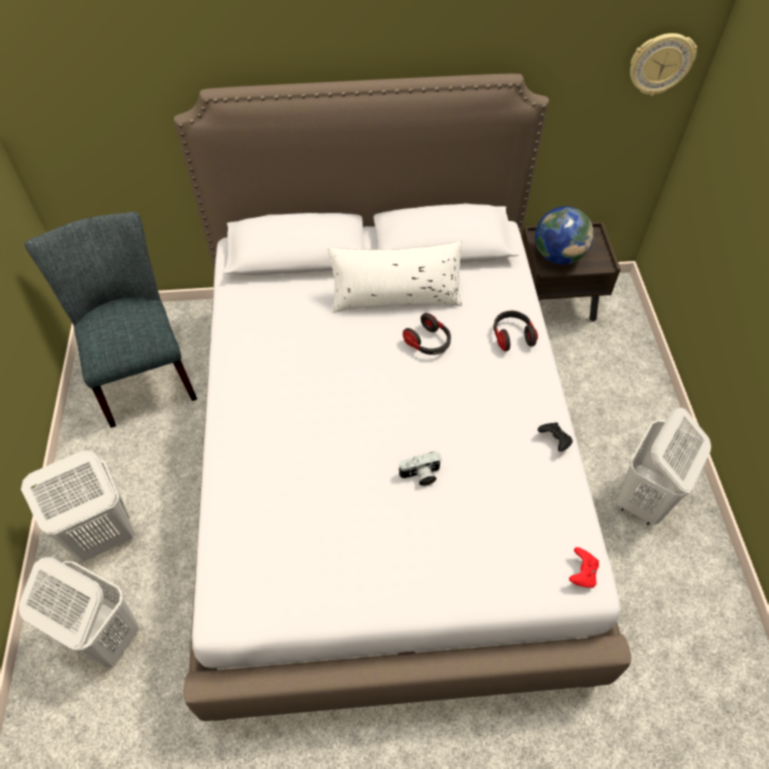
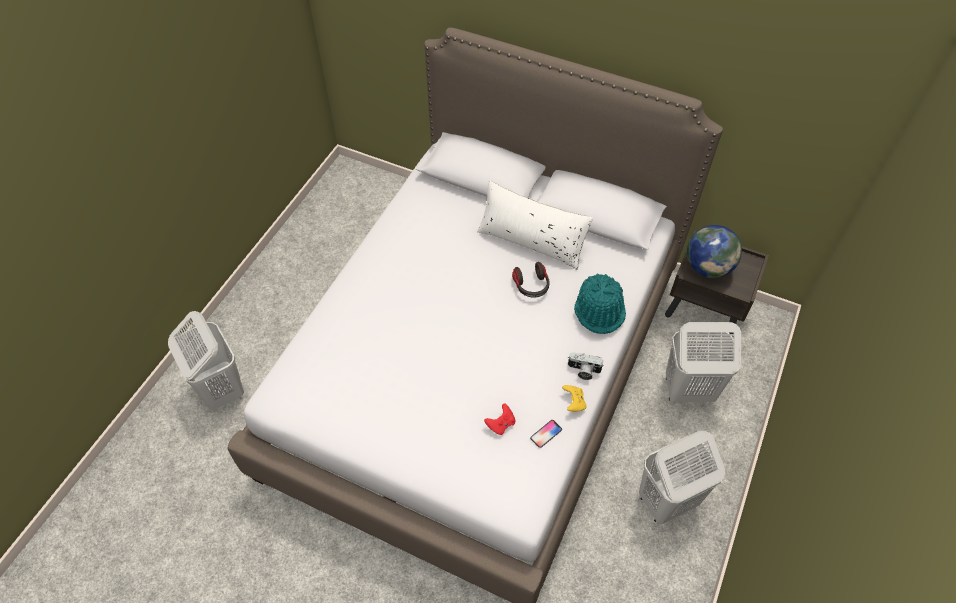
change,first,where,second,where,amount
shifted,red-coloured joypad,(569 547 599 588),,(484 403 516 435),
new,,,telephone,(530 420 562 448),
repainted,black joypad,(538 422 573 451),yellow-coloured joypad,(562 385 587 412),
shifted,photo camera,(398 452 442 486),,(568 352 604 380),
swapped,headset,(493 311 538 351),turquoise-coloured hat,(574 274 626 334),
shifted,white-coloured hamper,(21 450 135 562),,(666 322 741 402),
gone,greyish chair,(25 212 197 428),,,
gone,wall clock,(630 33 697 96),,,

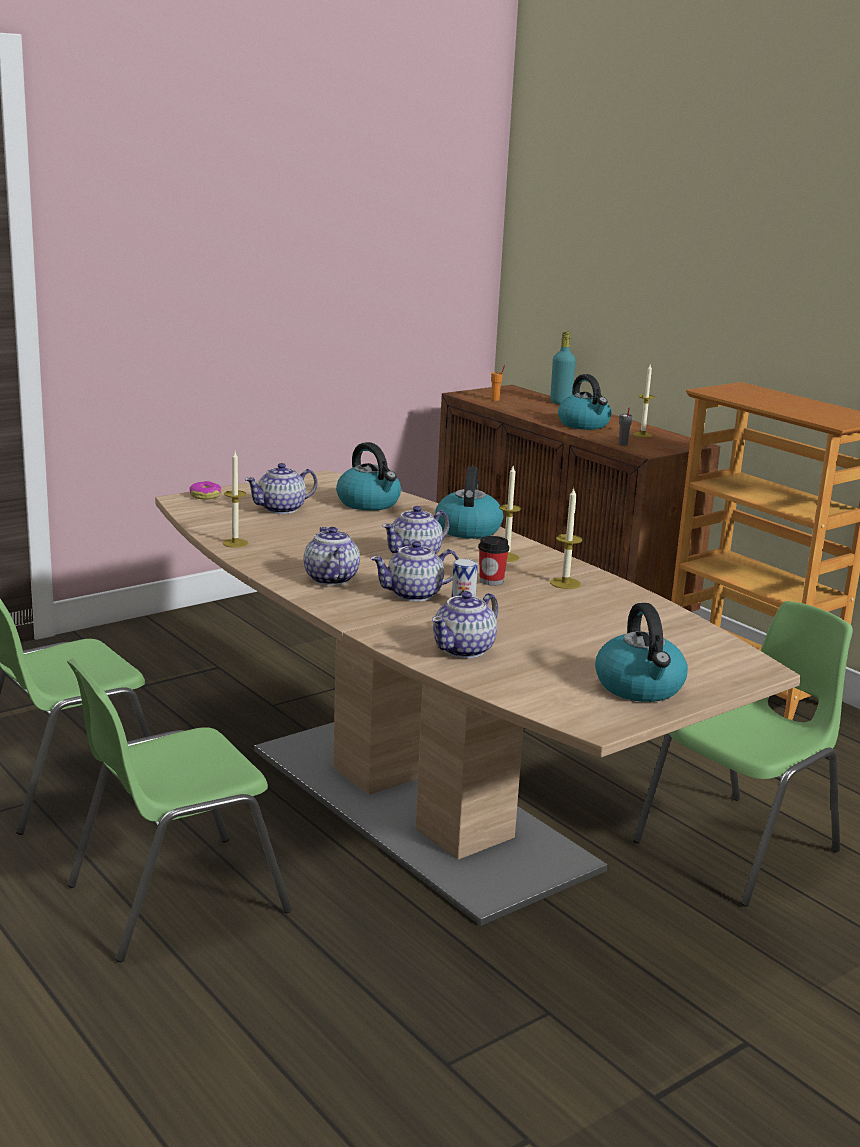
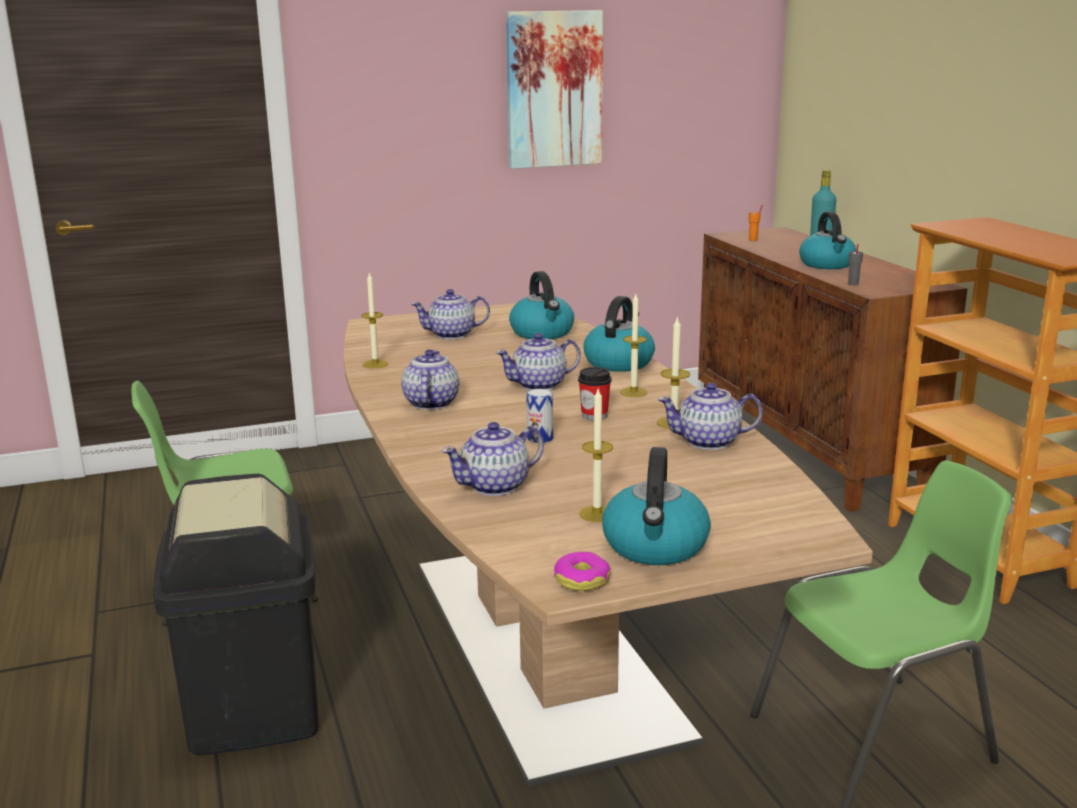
change,first,where,second,where,amount
swapped,greenish chair,(67 658 292 962),black waste bin,(153 474 318 756),
new,,,wall art,(506 10 603 169),
shifted,ring doughnut,(189 481 222 499),,(554 552 610 591),
shifted,candle,(633 364 655 438),,(580 389 613 522),
shifted,pot for tea,(370 541 459 602),,(657 383 763 450),

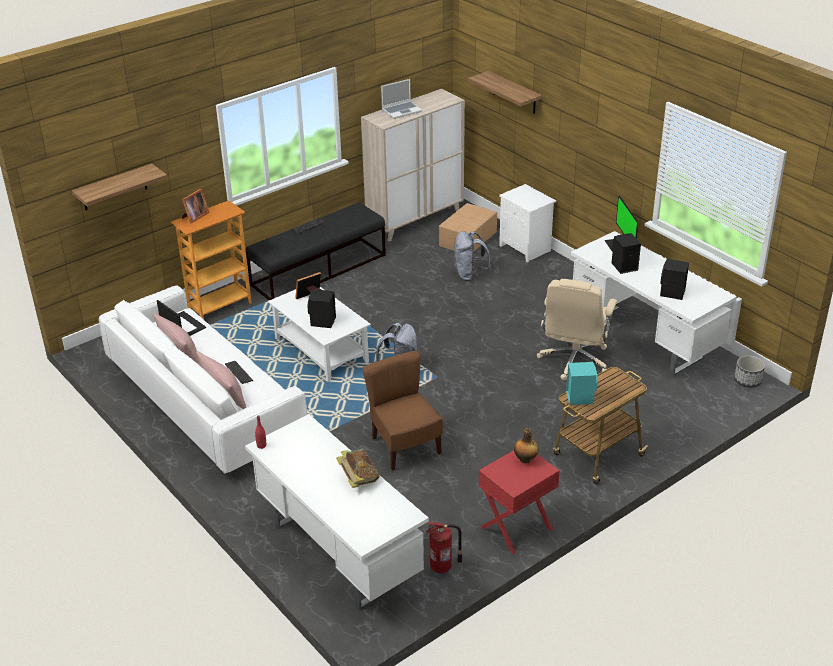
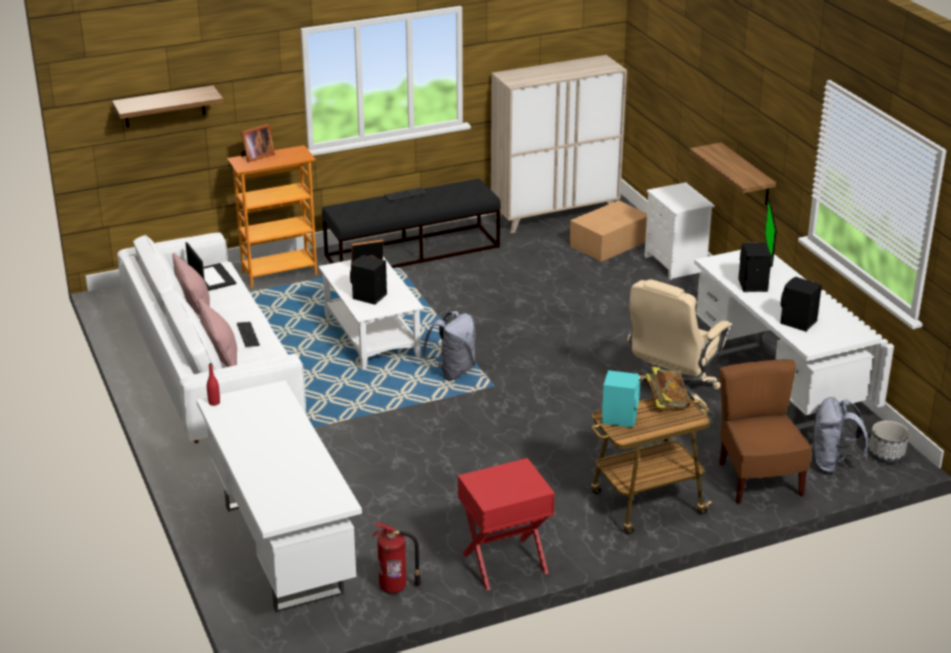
change,first,where,second,where,amount
shifted,bound book,(336 449 380 488),,(645 367 691 410),
shifted,bracket shelf,(468 71 542 114),,(689 143 776 206),
shifted,brownish chair,(362 351 443 470),,(719 360 812 504),
shifted,greyish knapsack,(454 231 491 281),,(811 397 868 474),
gone,laptop,(381 79 422 119),,,
gone,drink bottle,(514 428 538 463),,,

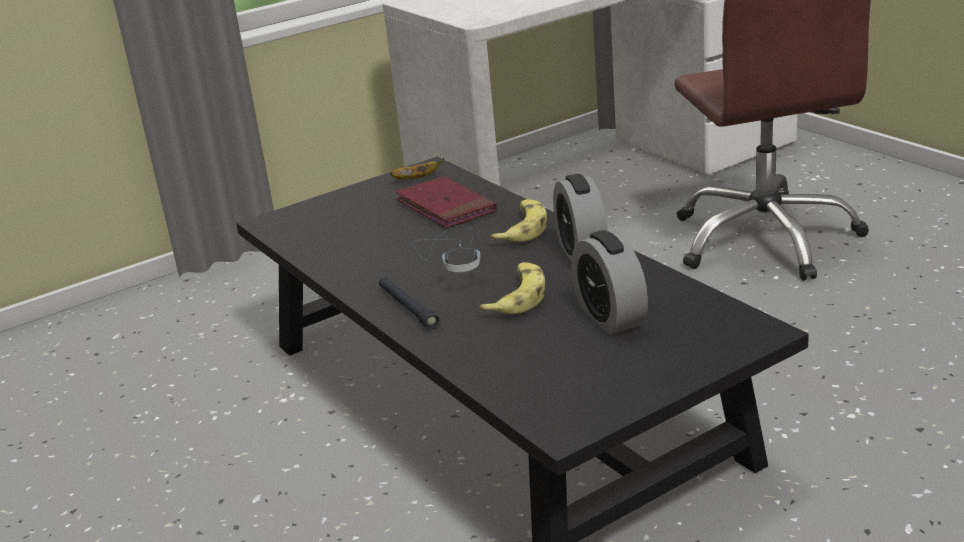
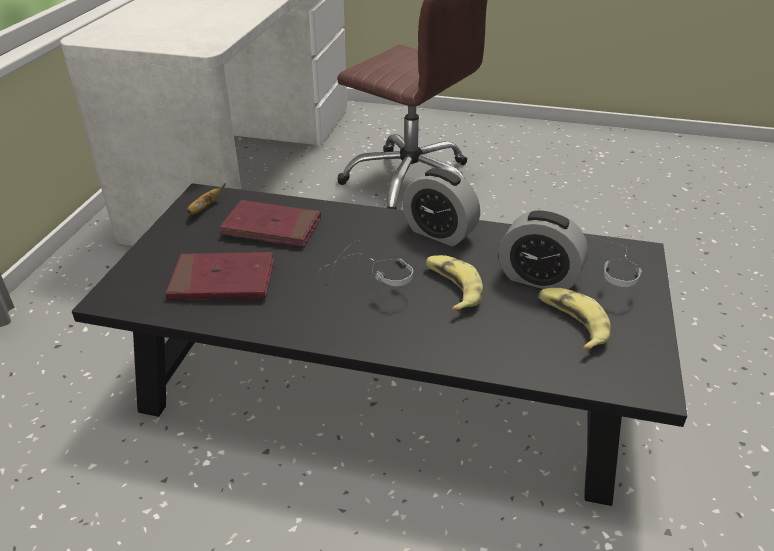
change,first,where,second,where,amount
new,,,red-coloured bound book,(165 252 274 300),
shifted,banana fruit,(490 199 547 242),,(538 288 611 351),
new,,,headset,(588 236 642 287),
gone,black hand torch,(379 277 440 330),,,

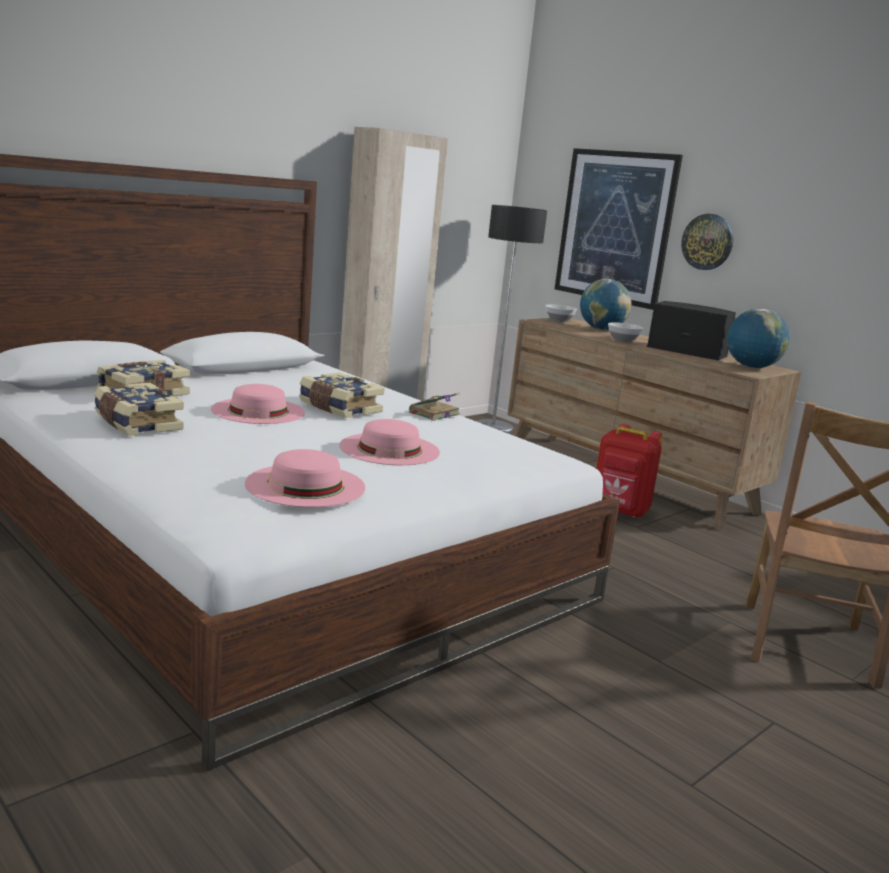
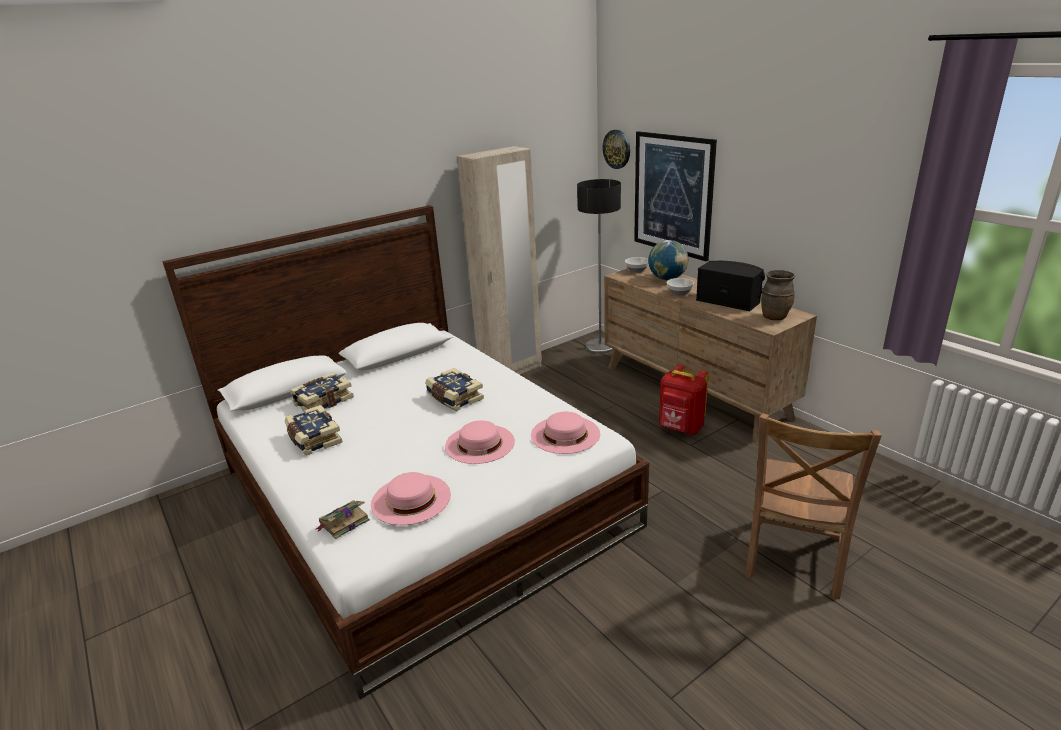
change,first,where,second,where,amount
shifted,bound book,(409 393 460 421),,(316 500 370 539),
shifted,pink hat,(211 384 305 424),,(531 412 600 454),
shifted,wall clock,(681 214 733 270),,(603 130 630 169),
swapped,globe,(727 309 790 368),brownish vase,(761 270 795 320),

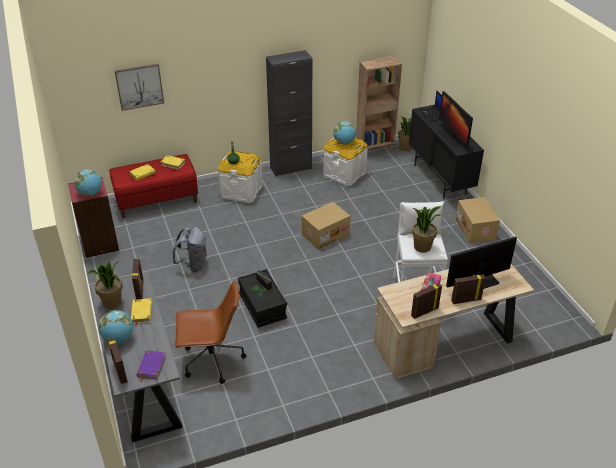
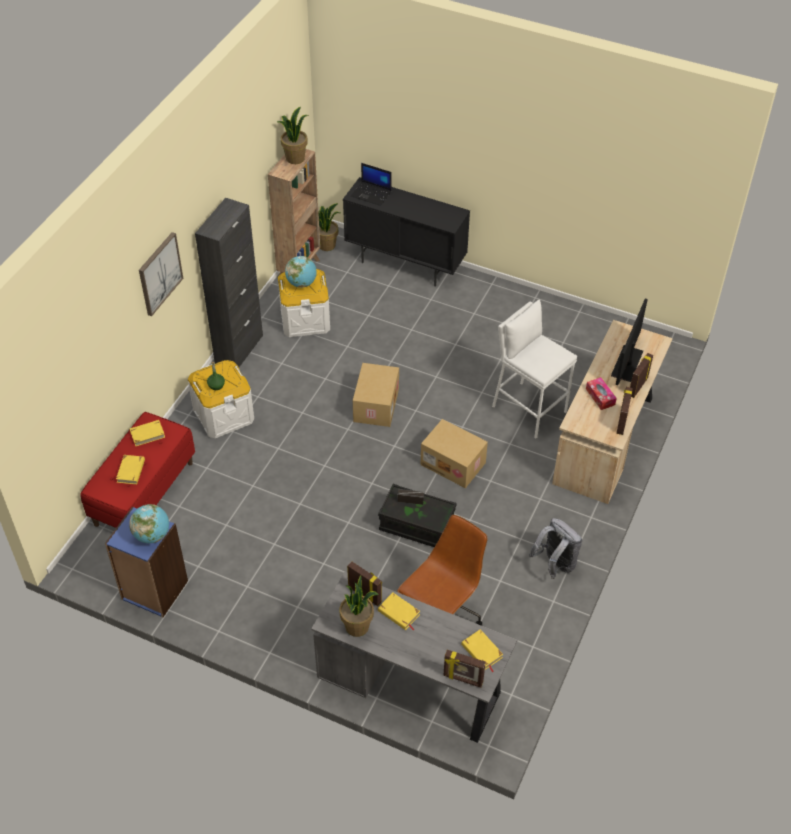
change,first,where,second,where,amount
repainted,red-coloured bookcase,(68 177 119 258),blue bookcase,(105 507 188 617),
shifted,wall art,(114 63 164 111),,(139 232 183 316),
shifted,houseplant,(412 206 442 253),,(277 107 309 164),
shifted,carton,(456 197 500 243),,(420 419 488 488),
repainted,purplish bound book,(137 351 166 382),yellow-coloured bound book,(461 629 503 672),
shifted,greyish knapsack,(173 227 207 272),,(529 518 582 579),
gone,globe,(99 310 133 344),,,
gone,computer display,(439 91 473 147),,,

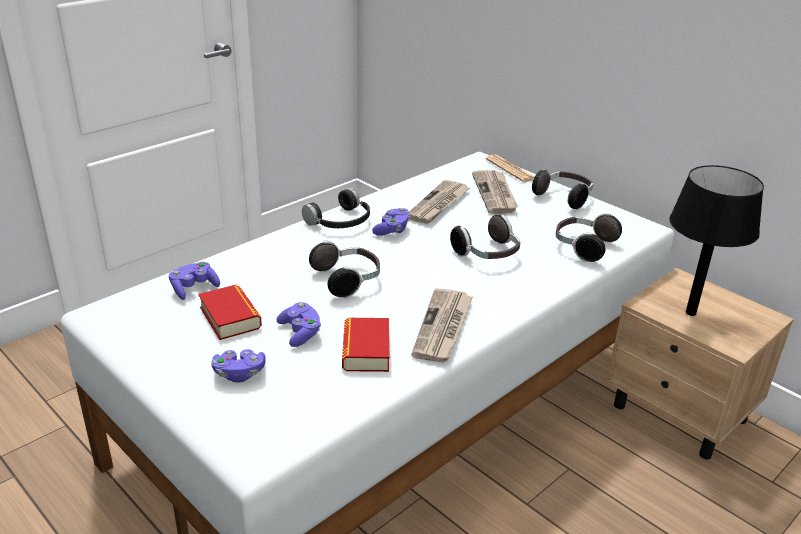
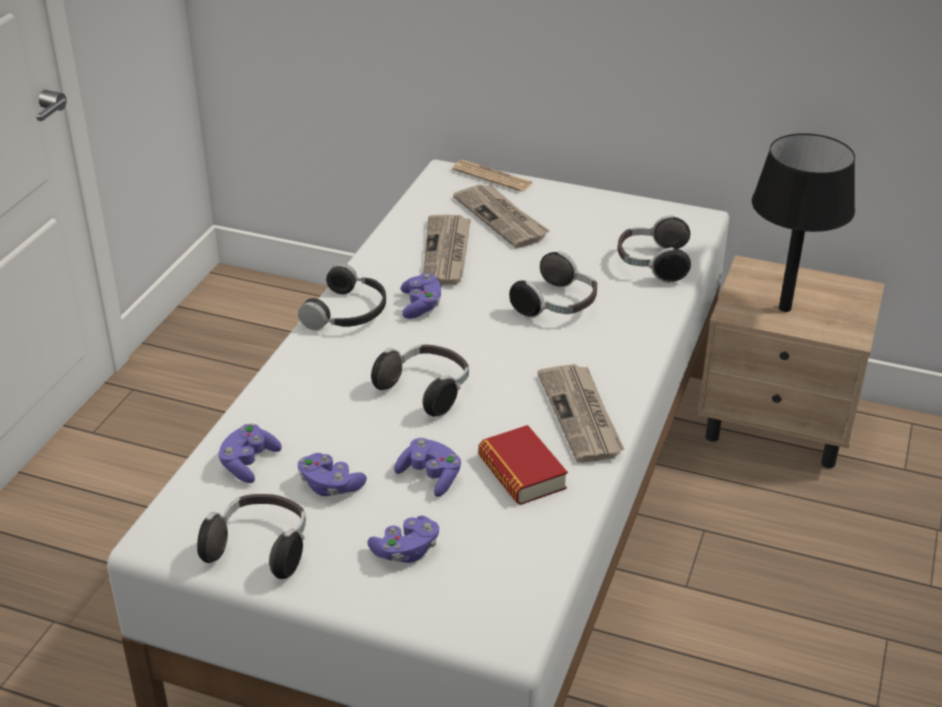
change,first,where,second,where,amount
shifted,headset,(532 169 593 210),,(197 494 306 579),
swapped,bound book,(199 284 262 340),purplish joypad,(298 453 367 496),

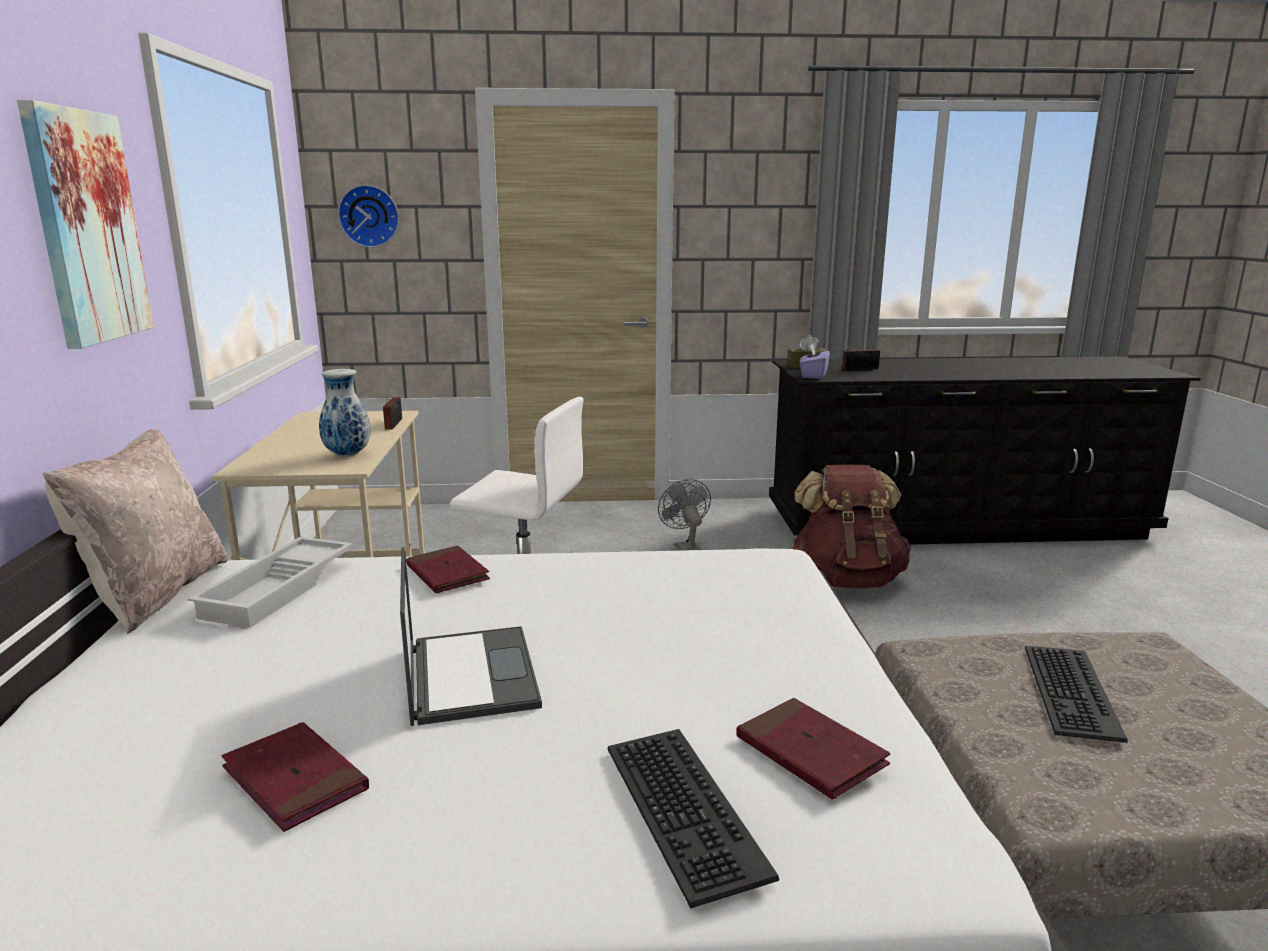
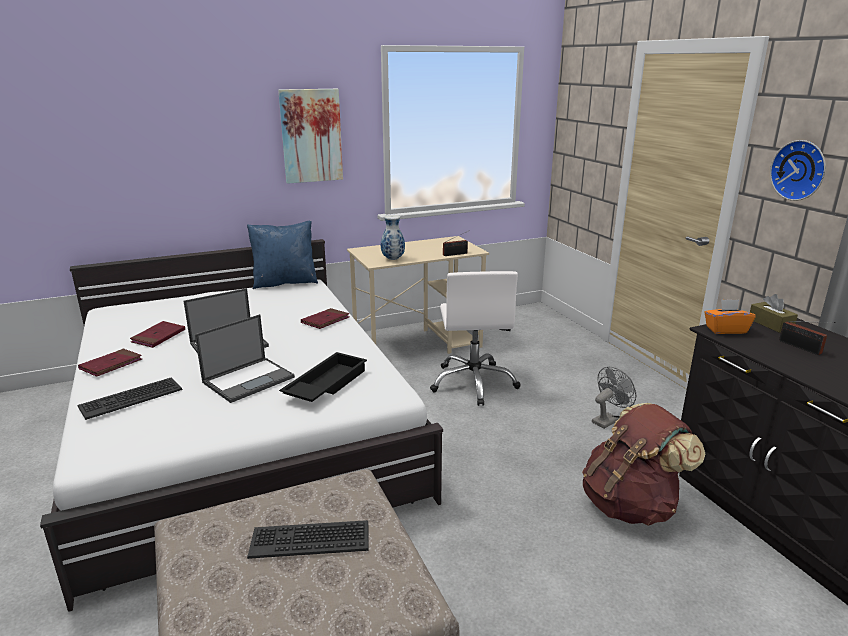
change,first,where,second,where,amount
shifted,red-coloured bound book,(737 698 890 799),,(78 349 142 377),
new,,,laptop,(195 314 295 403),
repainted,beige-coloured pillow,(43 429 229 634),blue pillow,(247 221 318 289),
new,,,black tray,(279 352 367 402),
repainted,purplish tissue holder,(800 343 830 379),orange tissue holder,(704 299 756 334),
shifted,wall clock,(338 185 399 248),,(770 140 826 201),
gone,white-coloured tray,(188 537 353 628),,,

